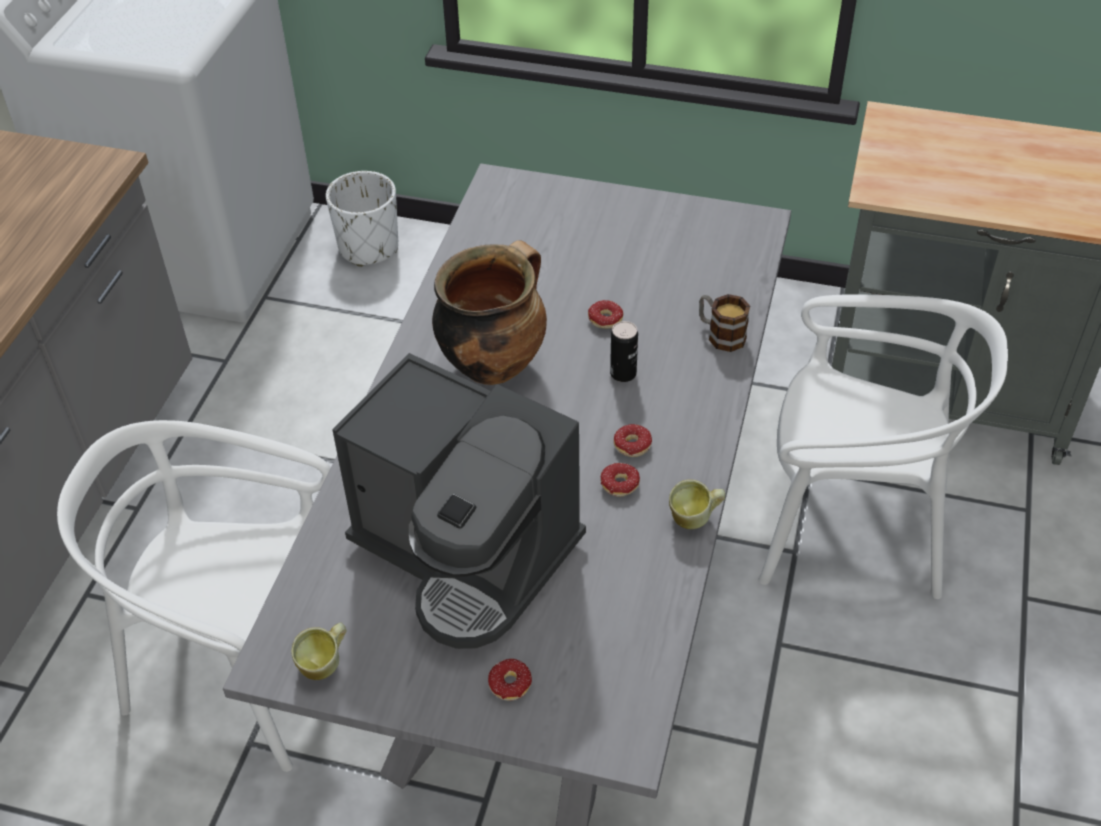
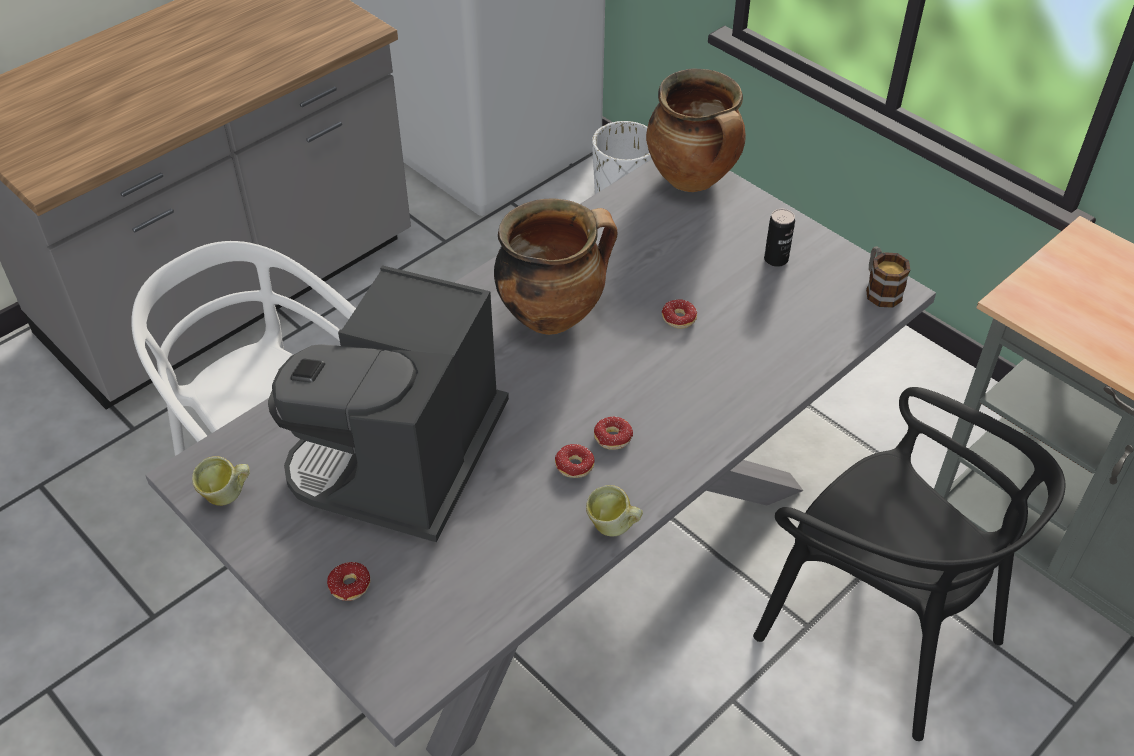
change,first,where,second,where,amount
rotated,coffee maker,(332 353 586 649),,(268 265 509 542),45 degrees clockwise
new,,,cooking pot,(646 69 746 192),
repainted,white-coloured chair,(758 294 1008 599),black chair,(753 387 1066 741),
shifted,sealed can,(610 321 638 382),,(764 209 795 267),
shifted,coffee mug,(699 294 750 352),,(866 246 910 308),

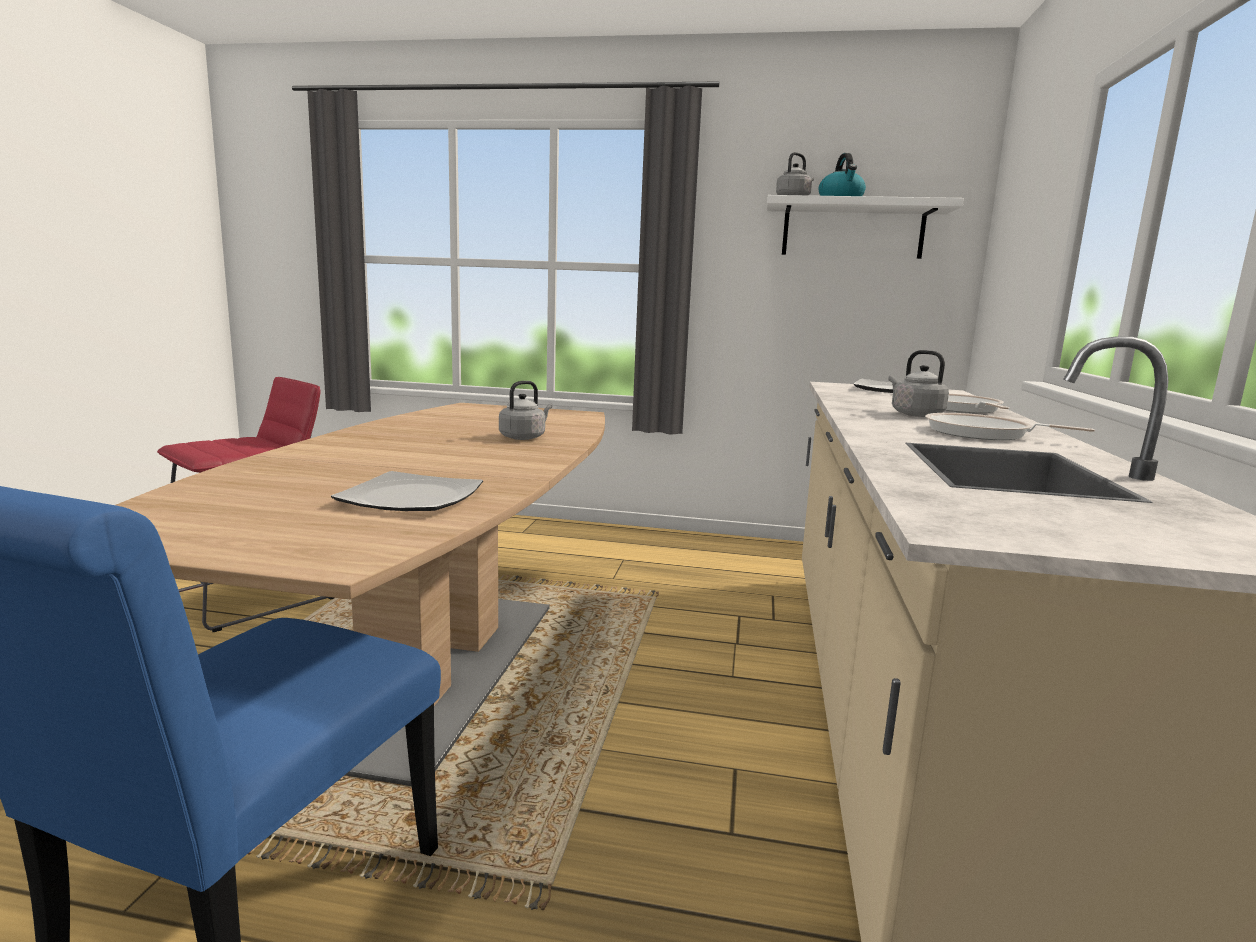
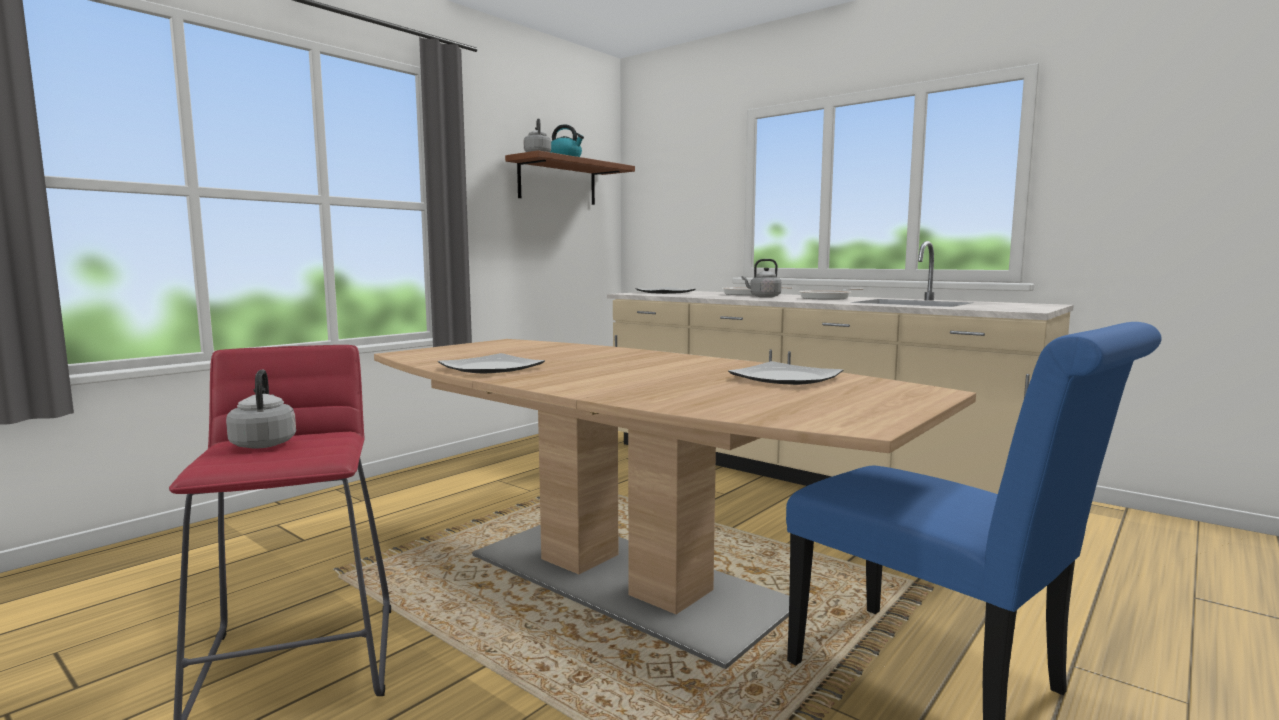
change,first,where,second,where,amount
shifted,greyish kettle,(499 381 552 440),,(226 370 296 449),
new,,,flat dish,(438 353 545 374),
repainted,white-coloured bracket shelf,(767 195 964 259),brownish bracket shelf,(505 150 635 205),

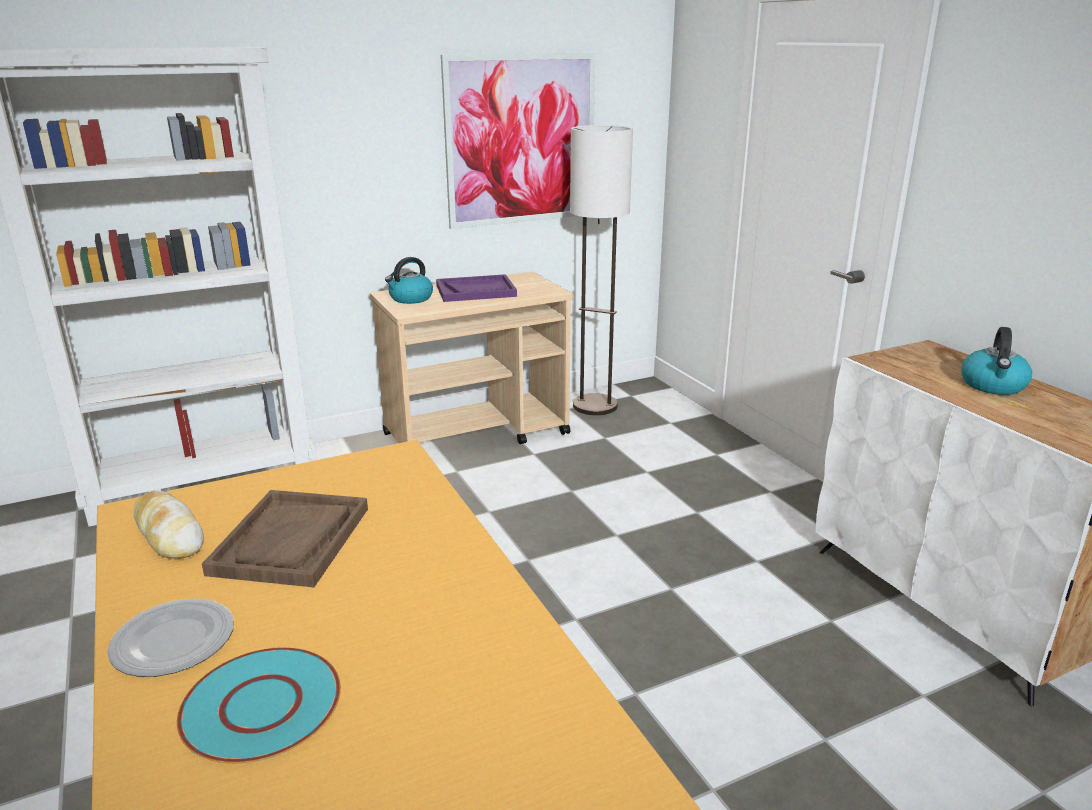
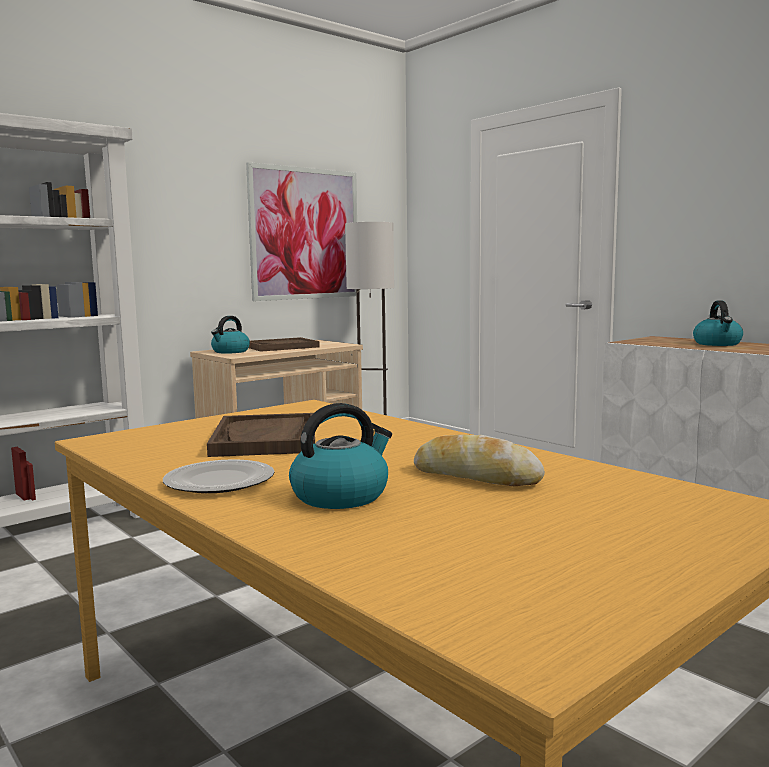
change,first,where,second,where,amount
repainted,purplish tray,(436 274 517 302),brownish tray,(248 337 320 352),
swapped,turquoise-coloured flat dish,(177 647 341 763),kettle,(289 403 392 509),
shifted,bakery bread,(133 491 204 558),,(414 434 545 486),

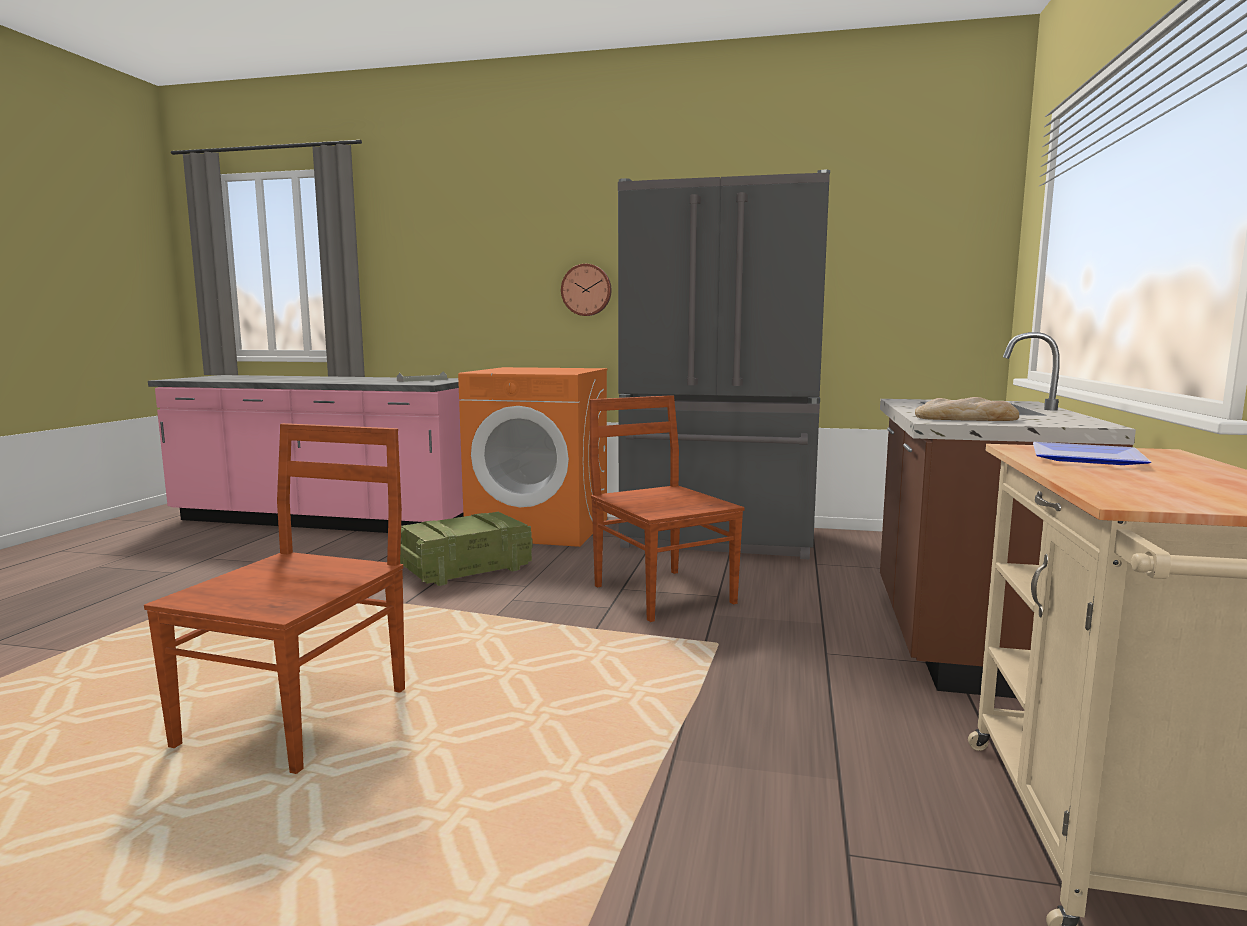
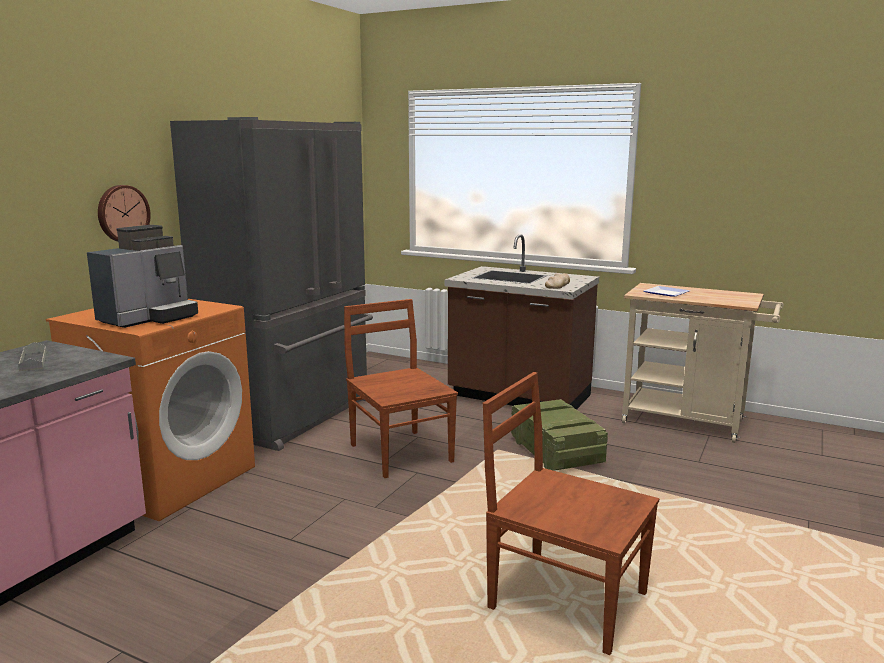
change,first,where,second,where,amount
new,,,coffee maker,(87 225 198 328),
rotated,brownish chair,(590 395 745 622),,(344 299 458 478),75 degrees clockwise
shifted,crate,(400 512 533 586),,(511 399 608 471),

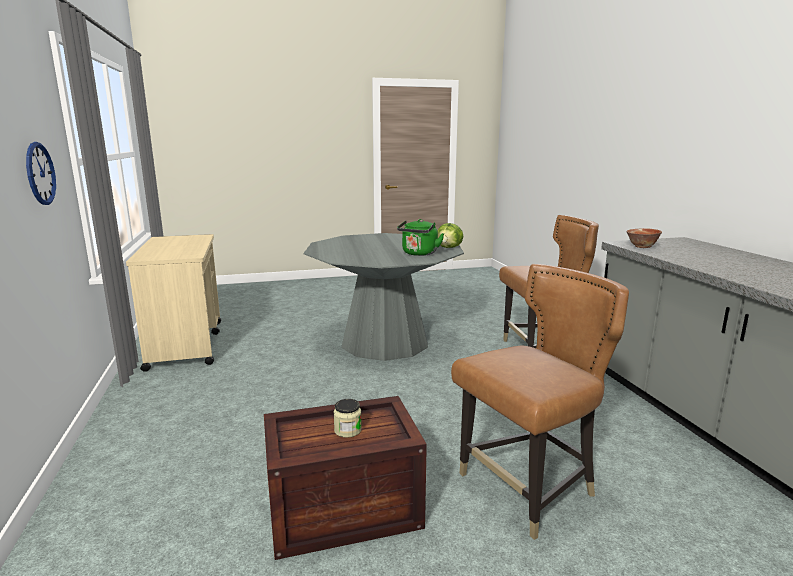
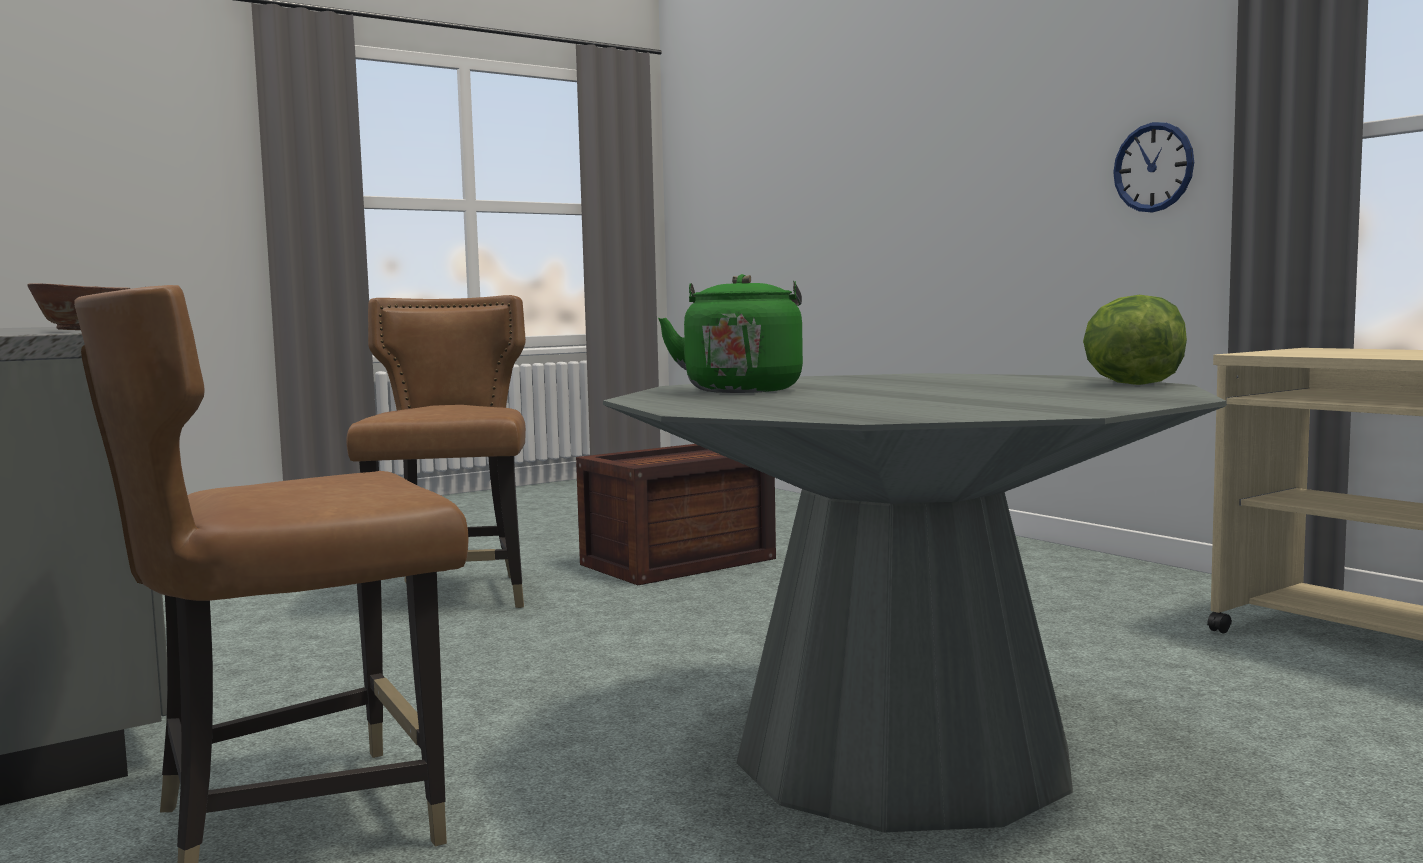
change,first,where,second,where,amount
rotated,brownish chair,(451 264 629 540),,(346 295 526 608),135 degrees clockwise
shifted,lettuce head,(438 223 463 248),,(1083 295 1187 385),
gone,preserve jar,(333 399 362 438),,,

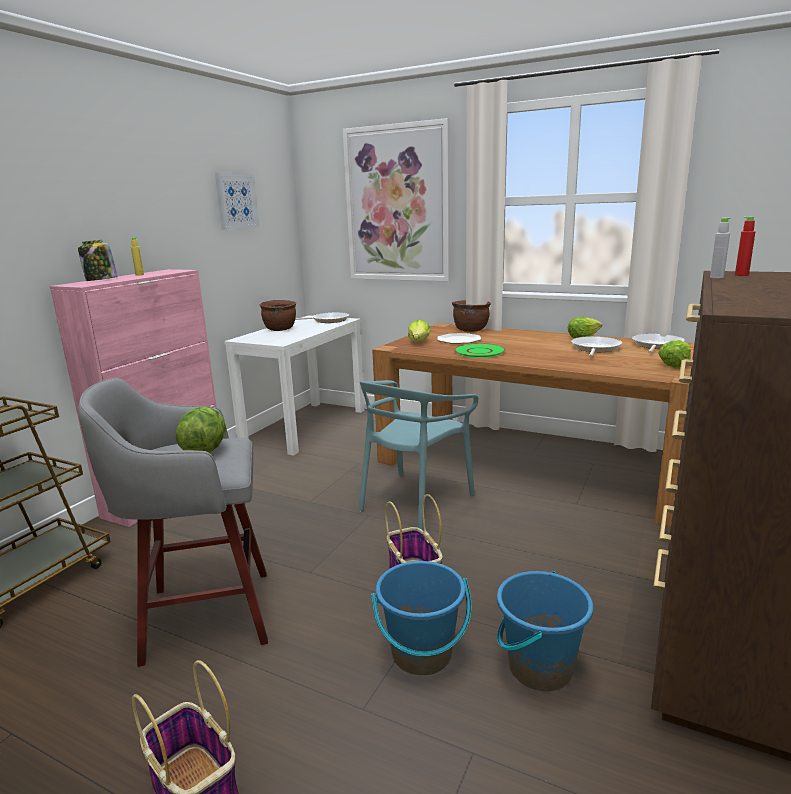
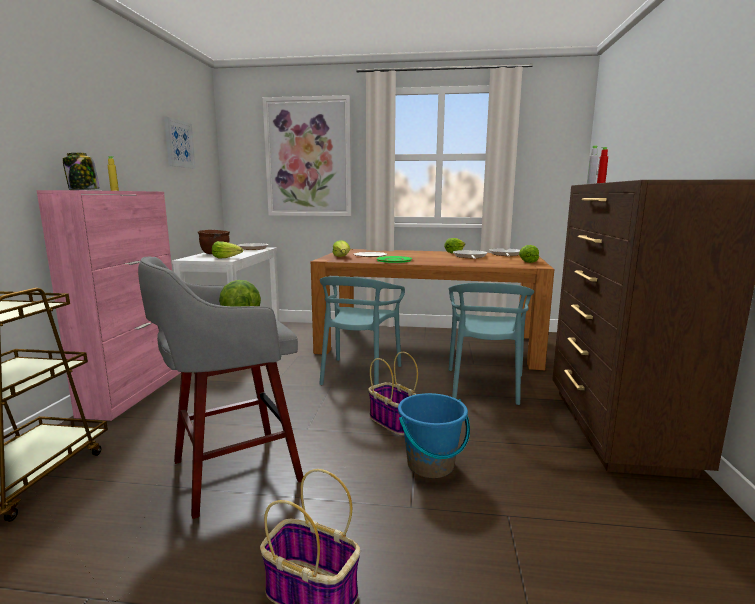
change,first,where,second,where,amount
new,,,lettuce head,(212 241 243 258),
new,,,turquoise-coloured chair,(448 283 534 405),
gone,brownish cooking pot,(452 300 491 332),,,
gone,blue bucket,(497 571 593 691),,,

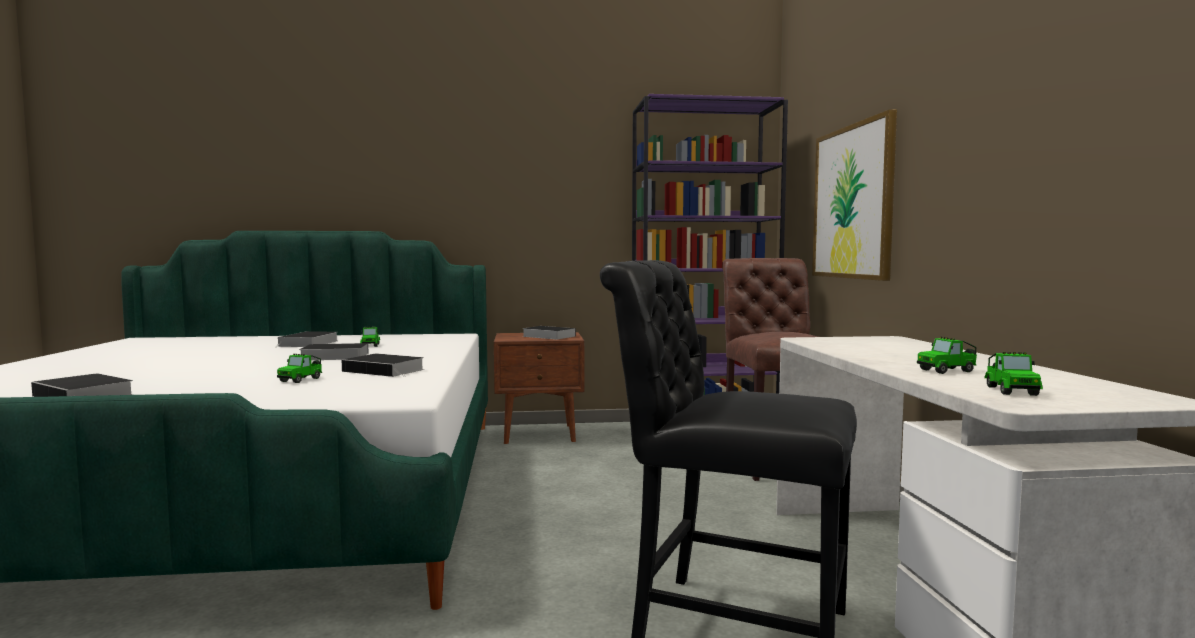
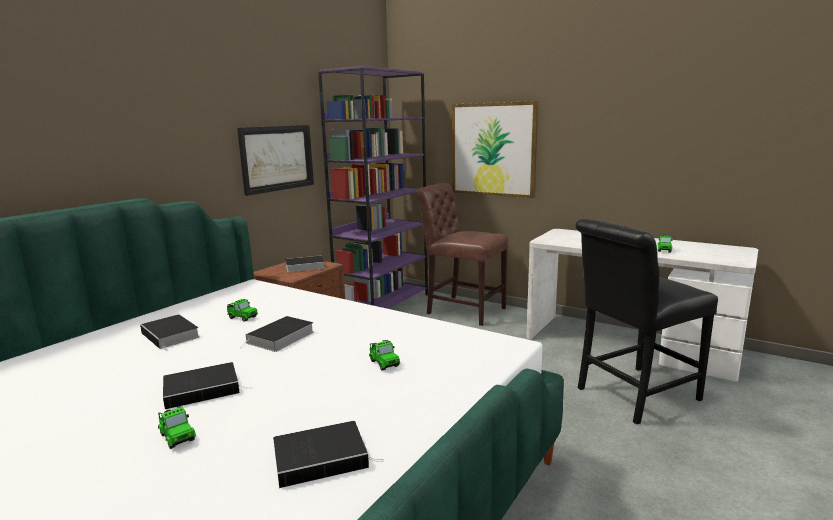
change,first,where,second,where,amount
shifted,model car,(984 352 1043 396),,(158 406 196 449),
shifted,bound book,(342 354 424 377),,(163 362 253 409),
new,,,wall art,(237 125 314 196),

